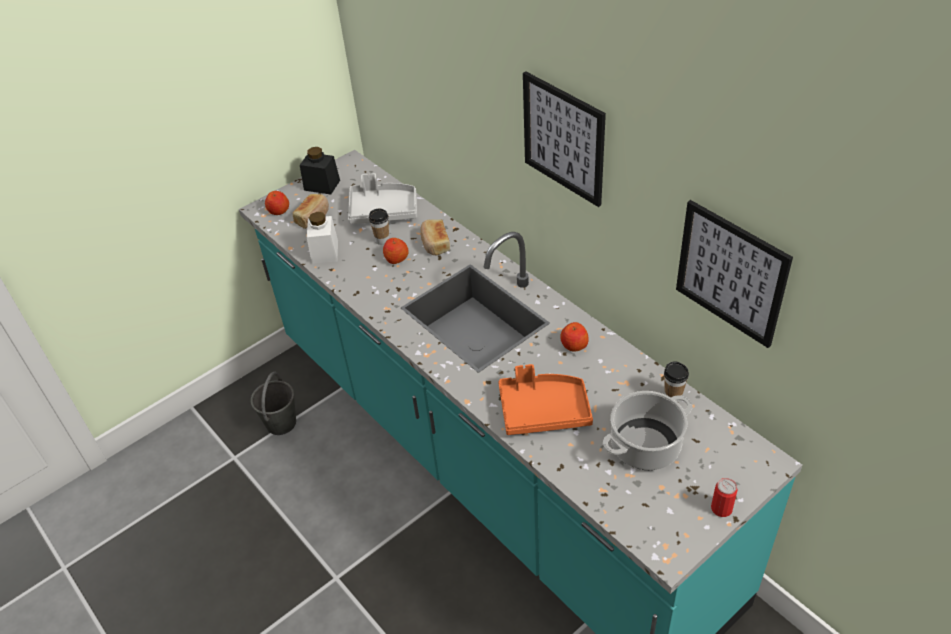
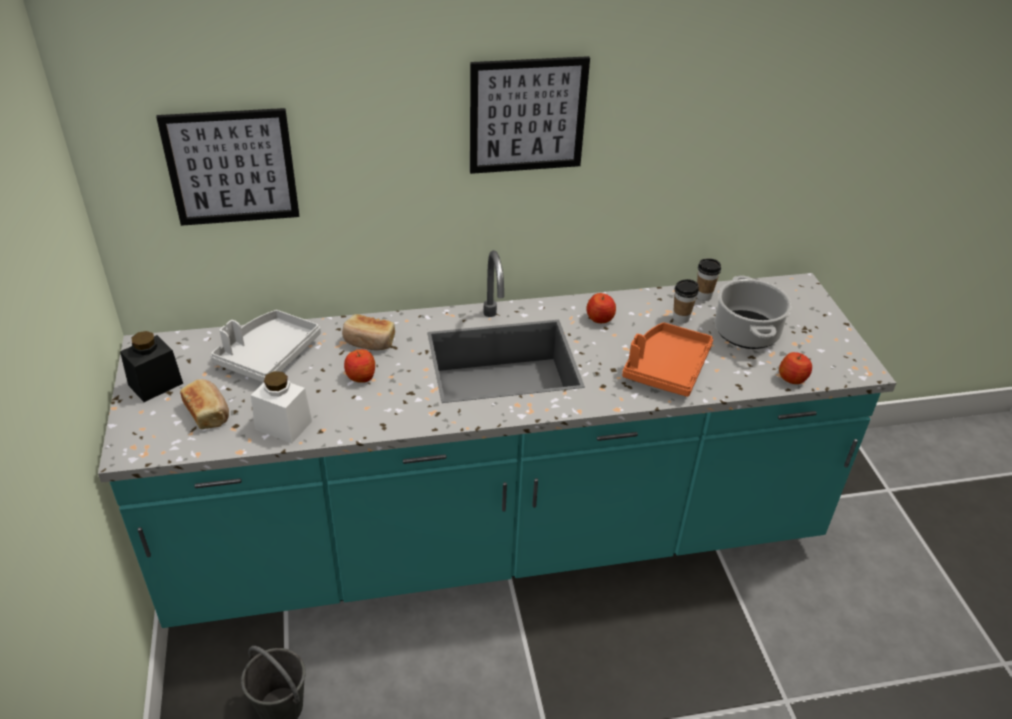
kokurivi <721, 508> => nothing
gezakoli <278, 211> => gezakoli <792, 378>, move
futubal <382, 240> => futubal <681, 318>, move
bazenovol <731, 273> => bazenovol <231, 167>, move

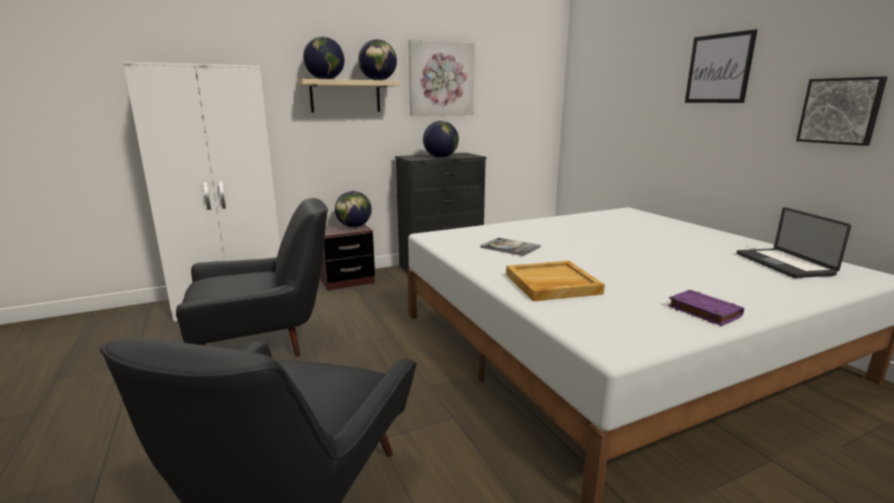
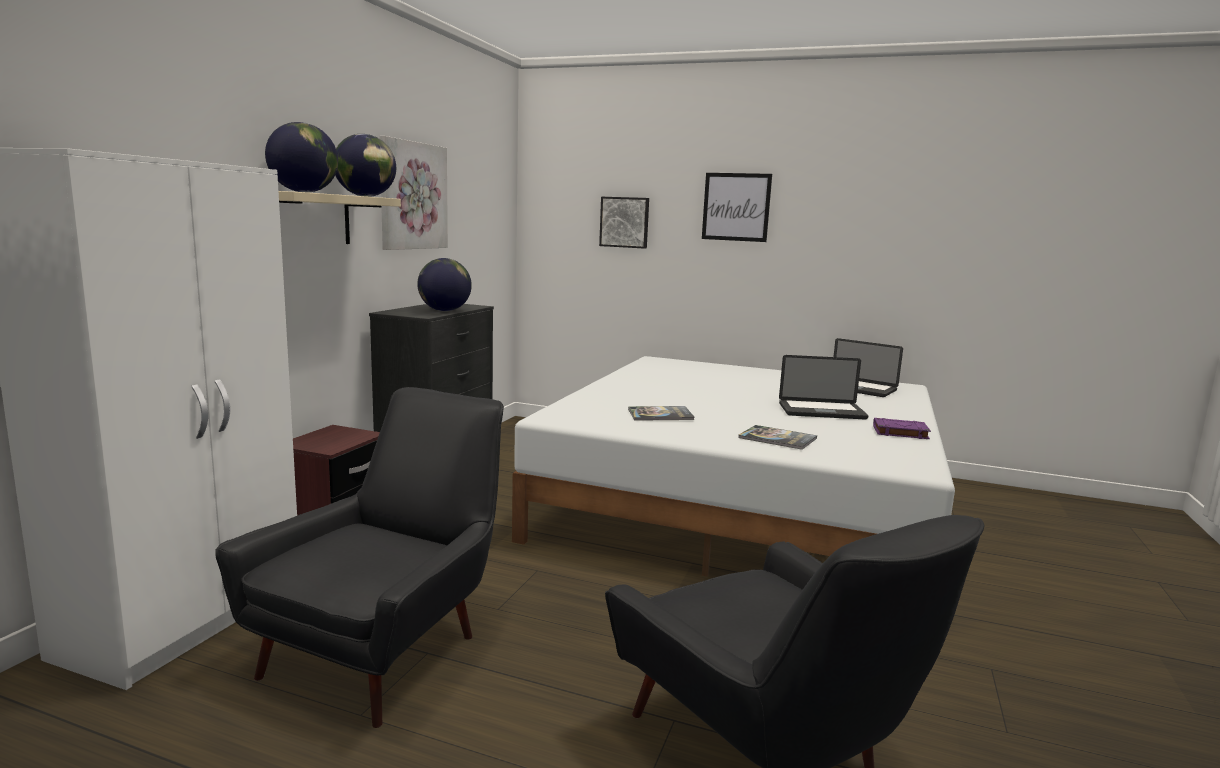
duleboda <354, 226> => nothing
nothing => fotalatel <821, 411>
bazenovol <840, 111> => bazenovol <624, 222>, move
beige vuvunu <551, 284> => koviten <777, 438>

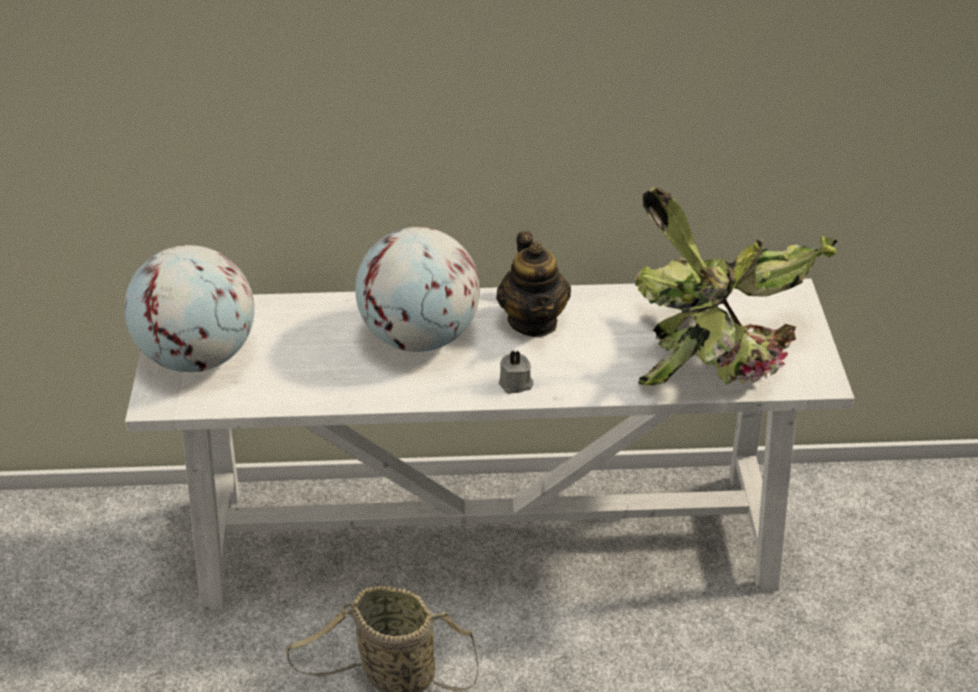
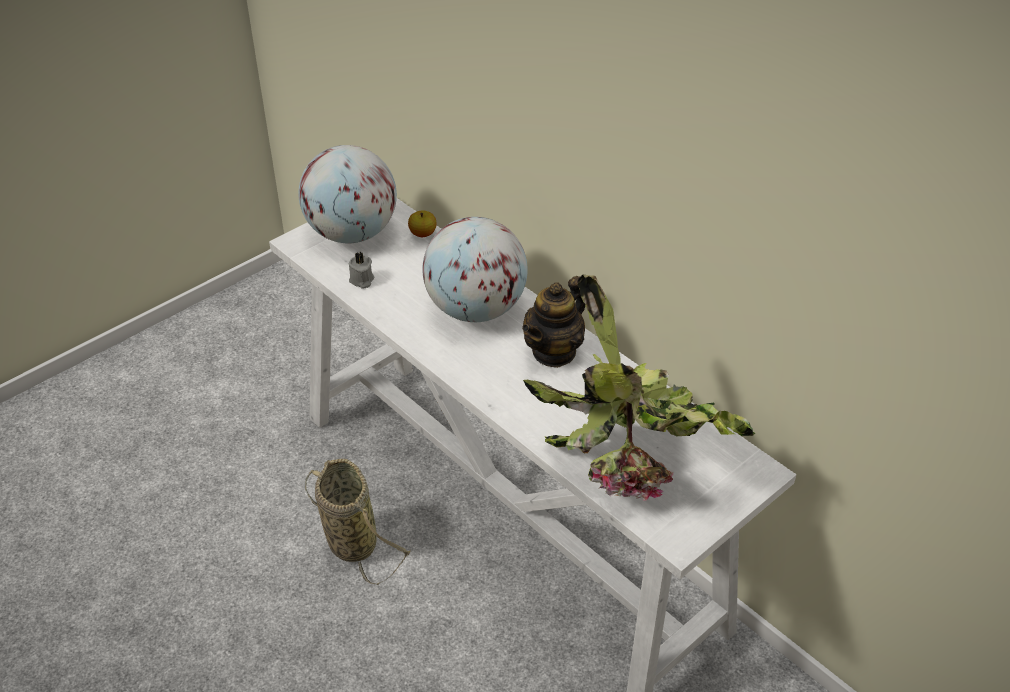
nothing => gezakoli <422, 234>
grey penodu <516, 384> => grey penodu <361, 280>, move

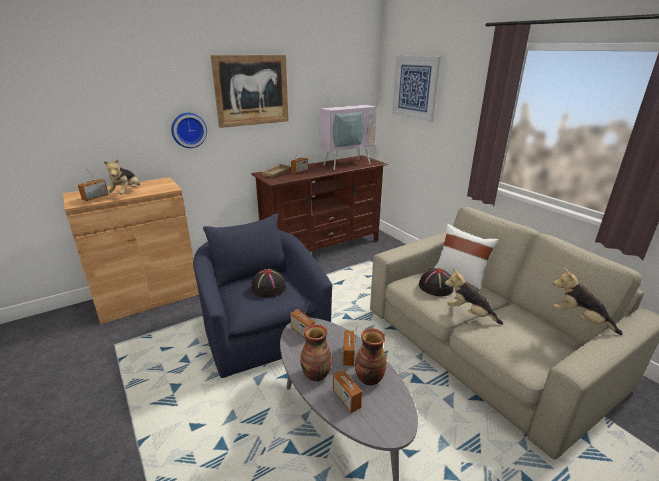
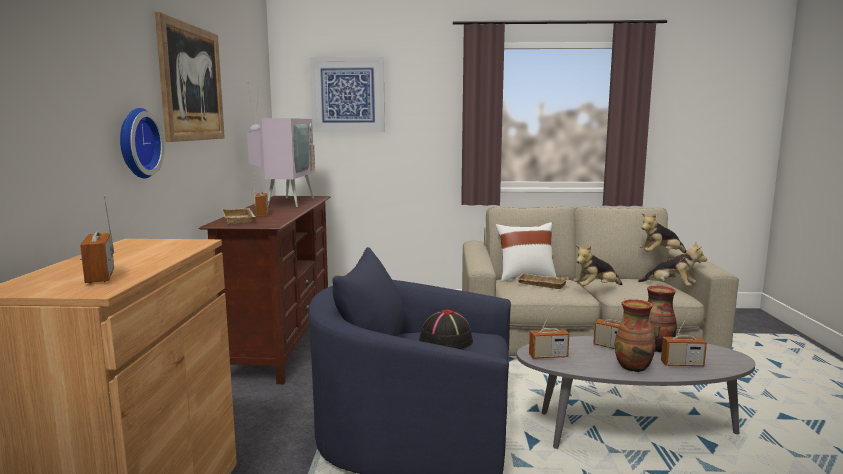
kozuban <126, 193> => kozuban <671, 287>, move
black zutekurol <435, 287> => beige vuvunu <540, 284>

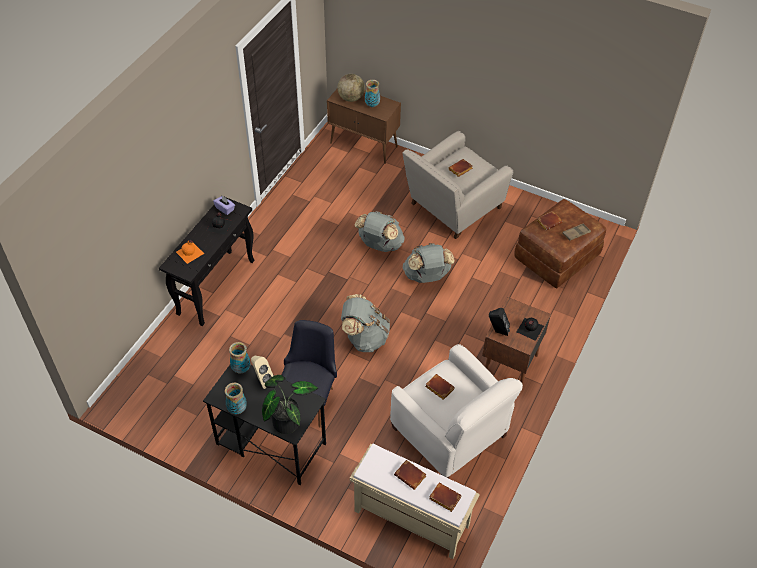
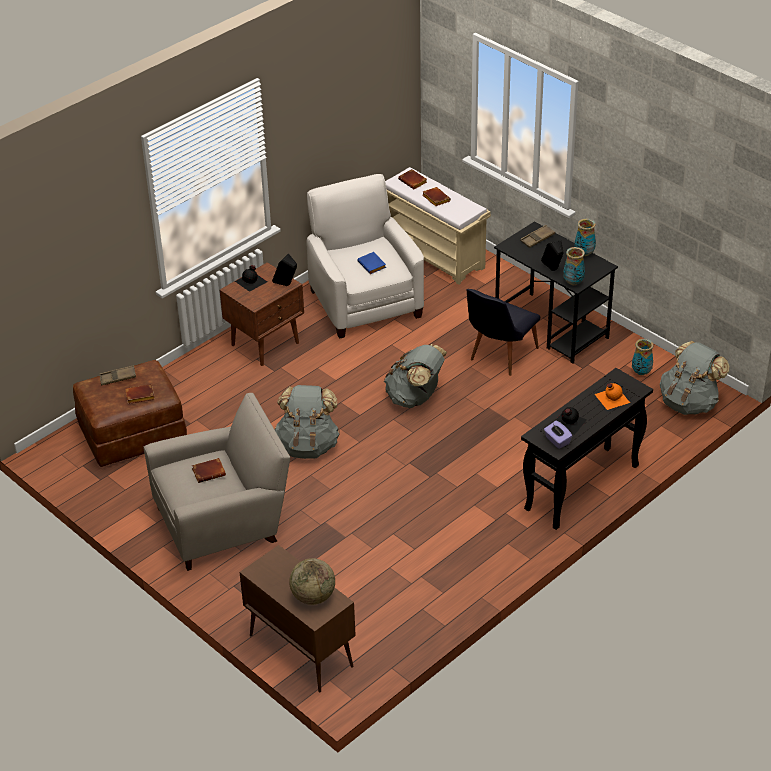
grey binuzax <380, 245> => grey binuzax <689, 402>, move
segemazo <372, 105> => segemazo <641, 372>, move
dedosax <286, 419> => brown vuvunu <537, 238>
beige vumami <262, 380> => black vumami <553, 270>
brown koviten <438, 388> => blue koviten <373, 265>

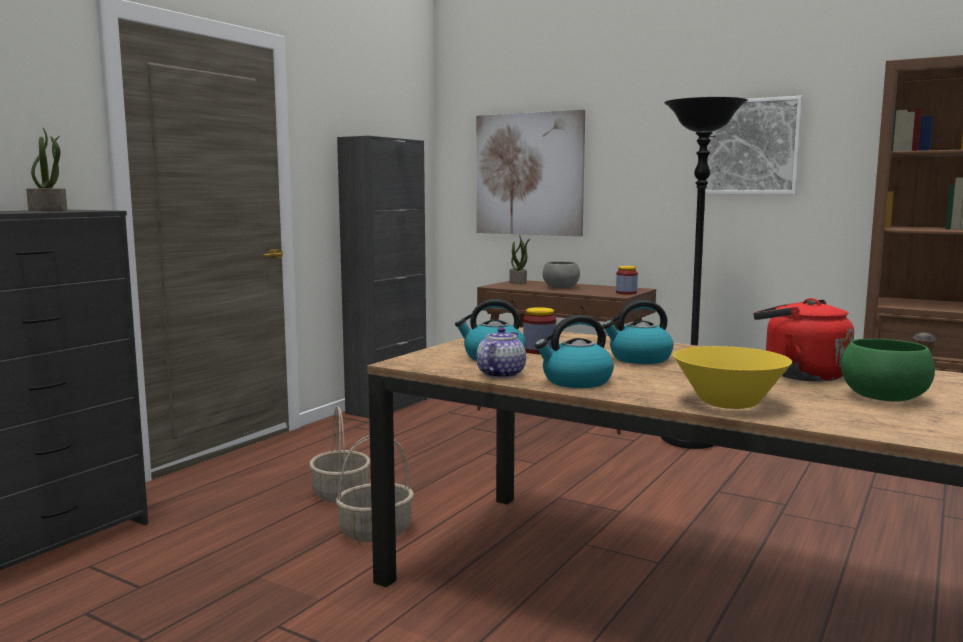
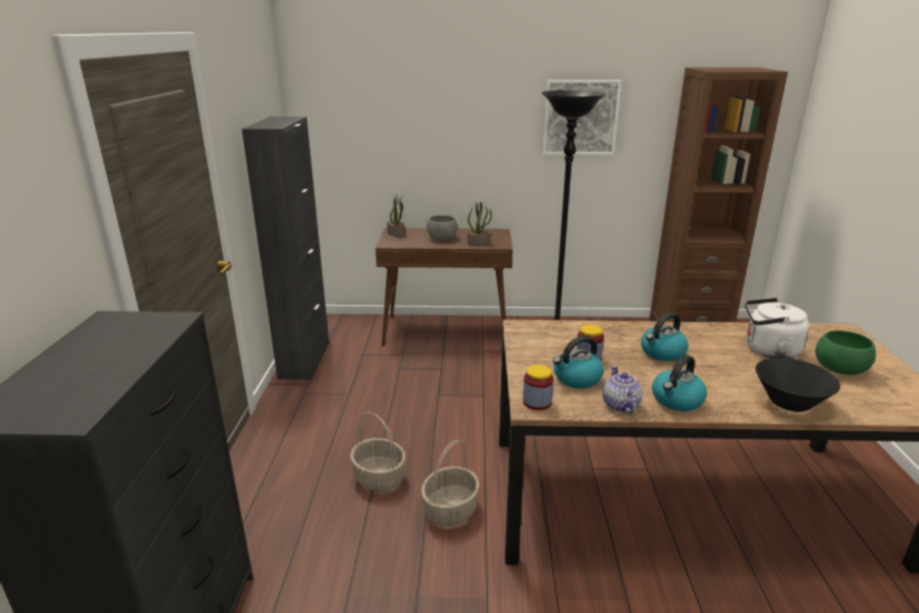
bazenovol <529, 174> => nothing
dedosax <49, 210> => dedosax <479, 243>, move
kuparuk <626, 293> => kuparuk <537, 402>, move
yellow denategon <729, 403> => black denategon <789, 403>
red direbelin <799, 375> => white direbelin <768, 350>

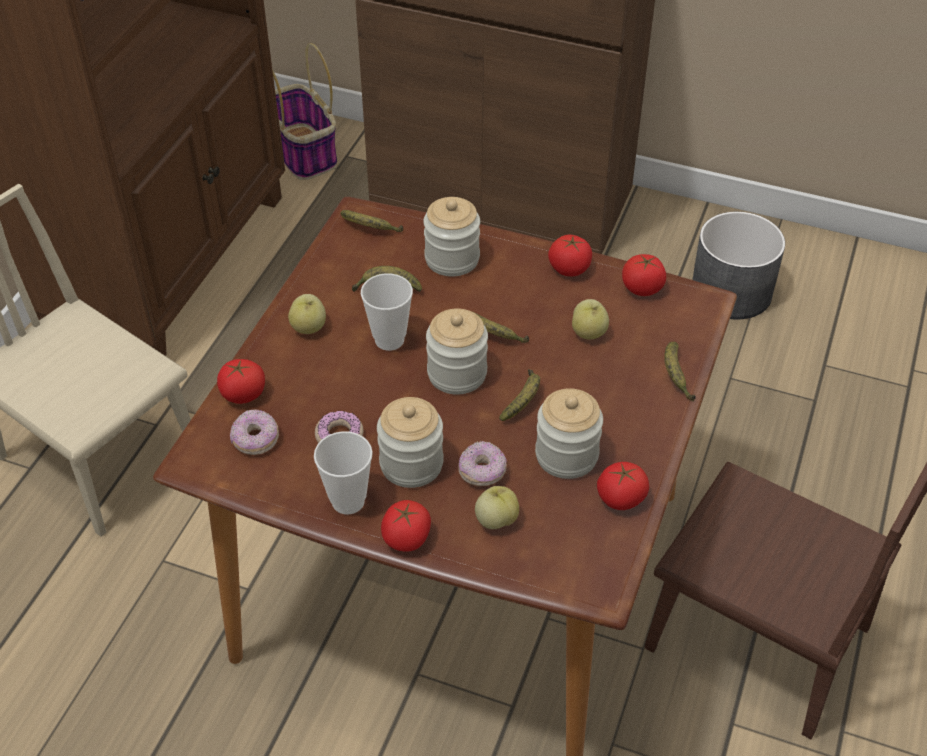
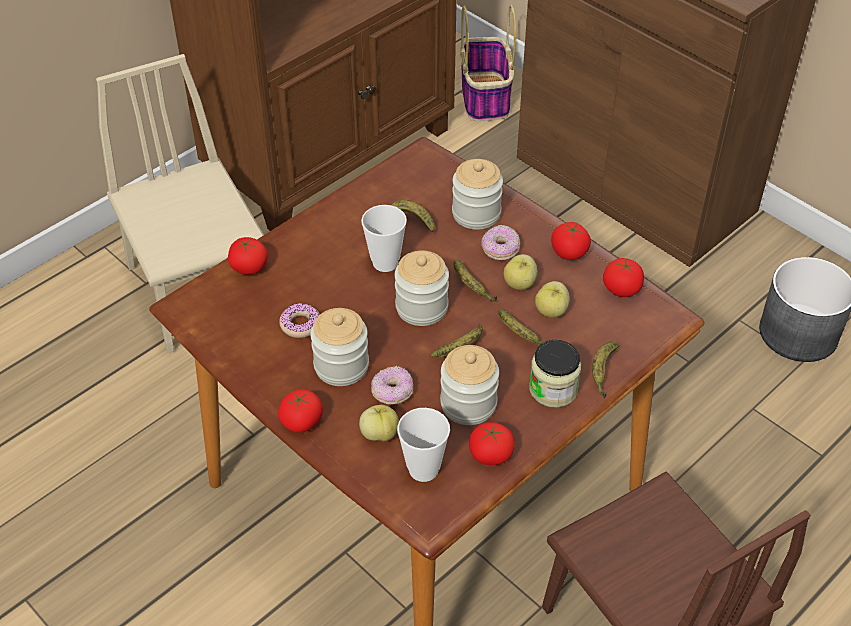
nothing => kuparuk <553, 389>
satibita <255, 440> => satibita <500, 249>, move
gezakoli <309, 327> => gezakoli <520, 284>, move
futubal <348, 501> => futubal <423, 469>, move
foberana <370, 229> => foberana <520, 335>, move

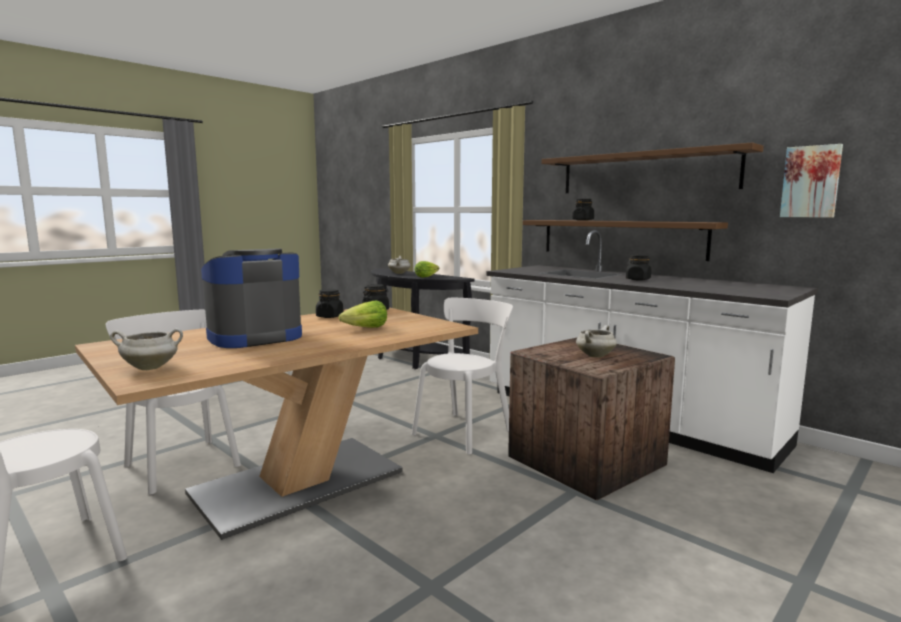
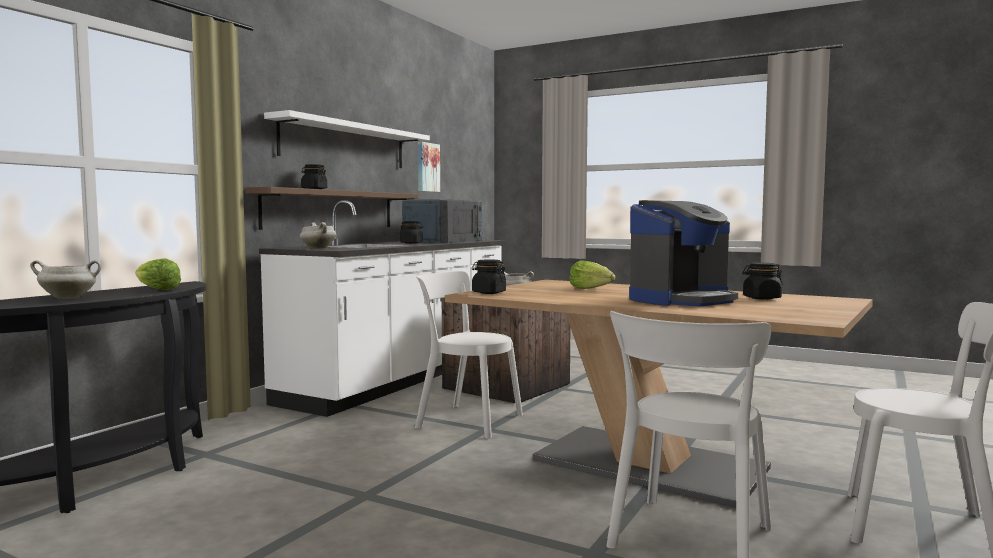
nothing => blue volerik <444, 241>
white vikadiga <151, 368> => white vikadiga <317, 248>, move
black kuparuk <330, 316> => black kuparuk <761, 298>, move
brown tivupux <645, 172> => white tivupux <345, 144>
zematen <254, 337> => zematen <681, 300>, 75 degrees counterclockwise

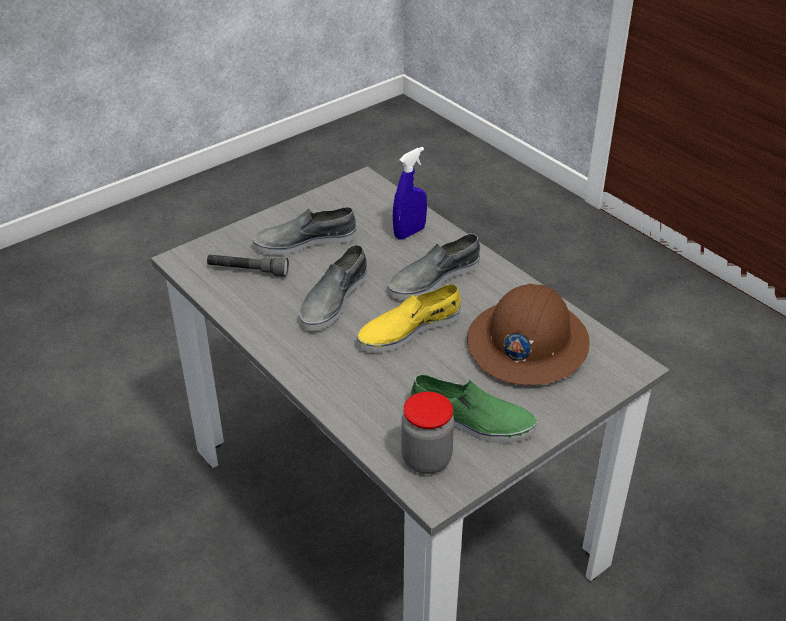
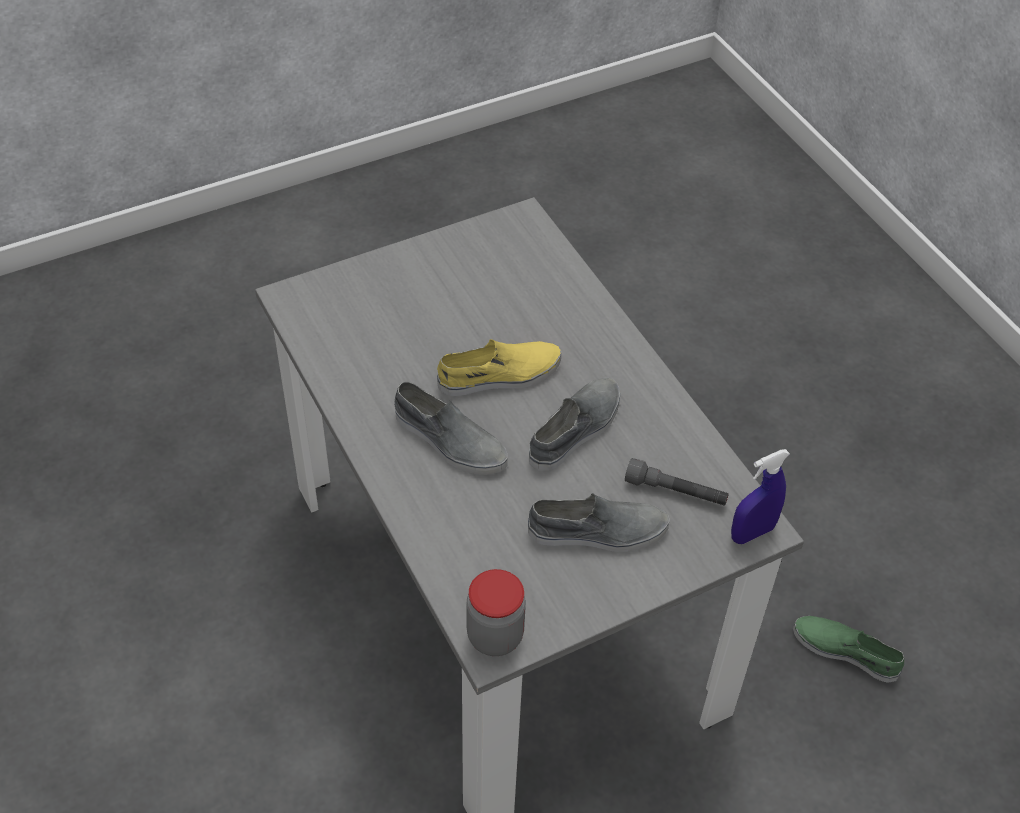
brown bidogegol <526, 344> => nothing
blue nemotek <409, 233> => blue nemotek <752, 533>, move
kuparuk <426, 459> => kuparuk <495, 636>, move
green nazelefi <471, 420> => green nazelefi <845, 651>, move
grey nazelefi <433, 278> => grey nazelefi <449, 440>, 60 degrees clockwise

